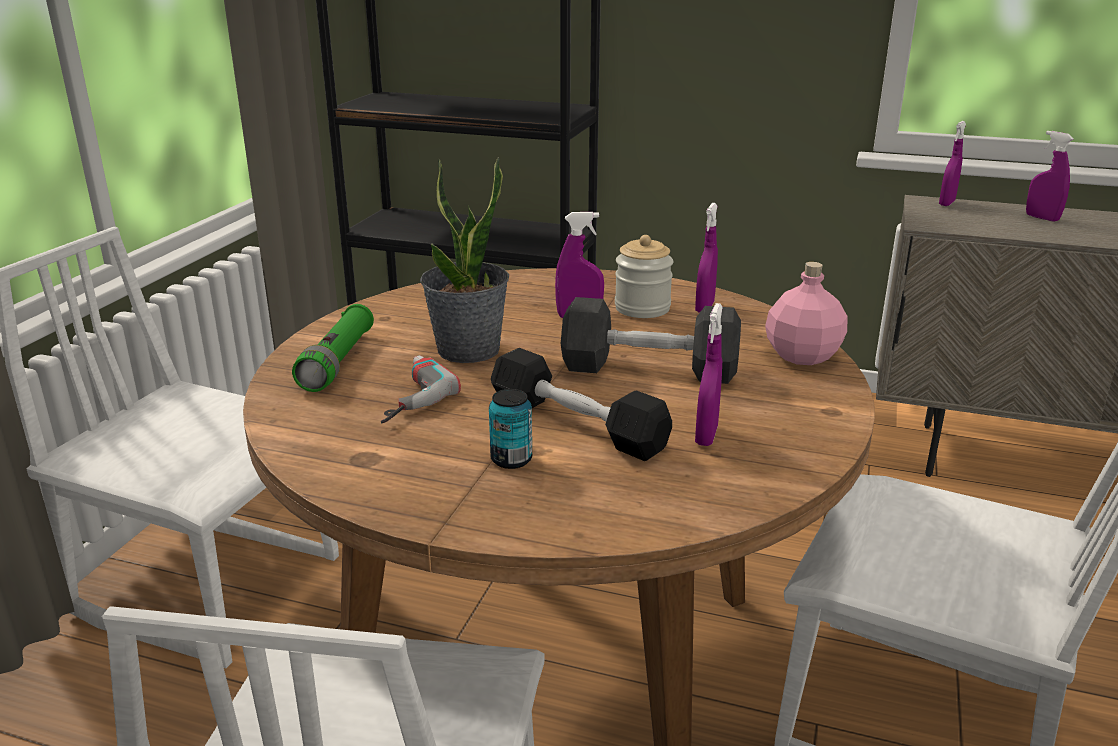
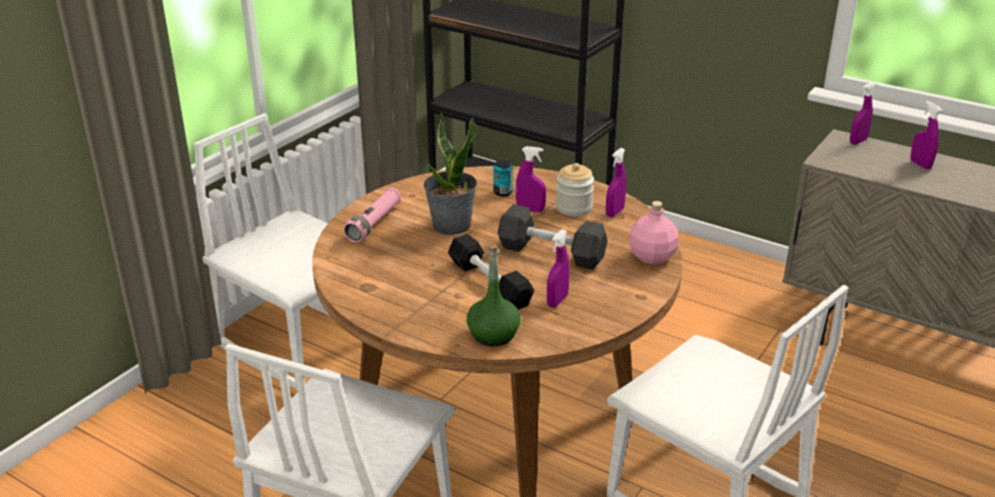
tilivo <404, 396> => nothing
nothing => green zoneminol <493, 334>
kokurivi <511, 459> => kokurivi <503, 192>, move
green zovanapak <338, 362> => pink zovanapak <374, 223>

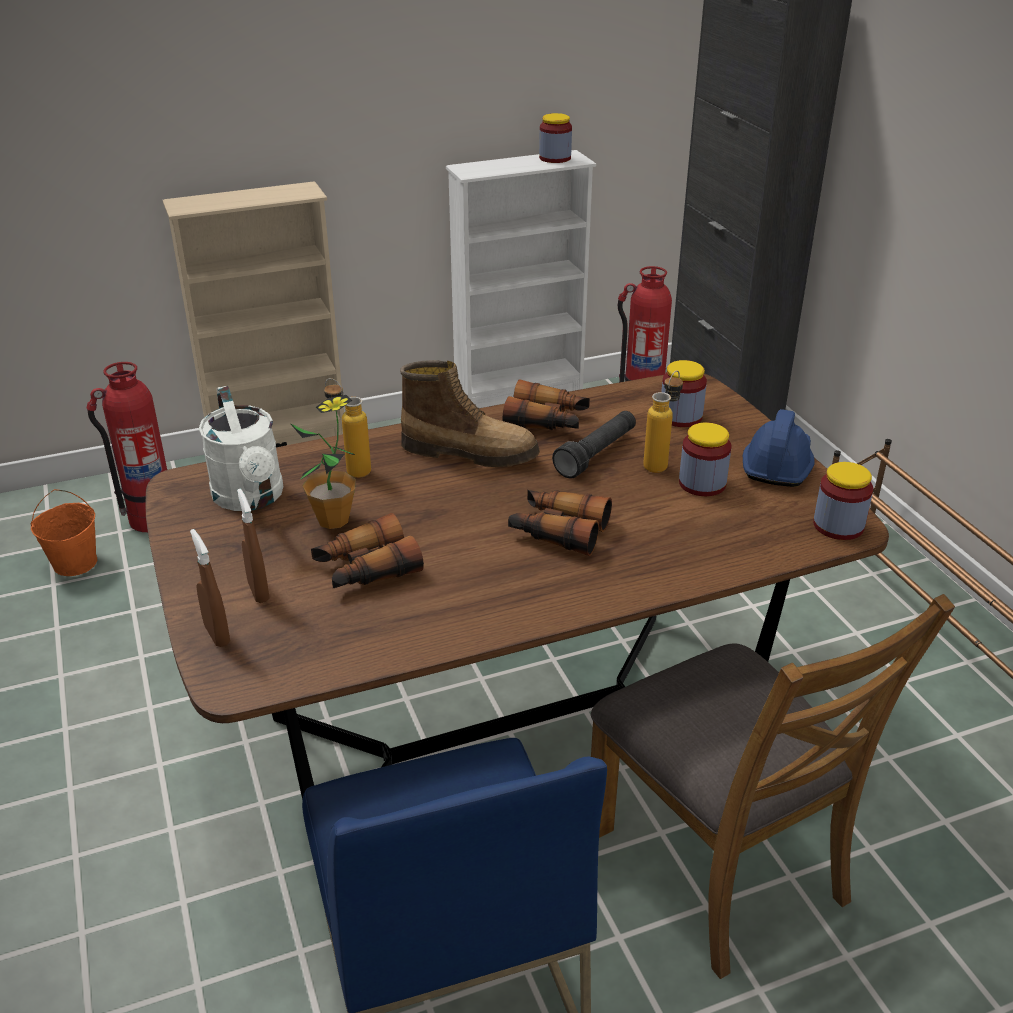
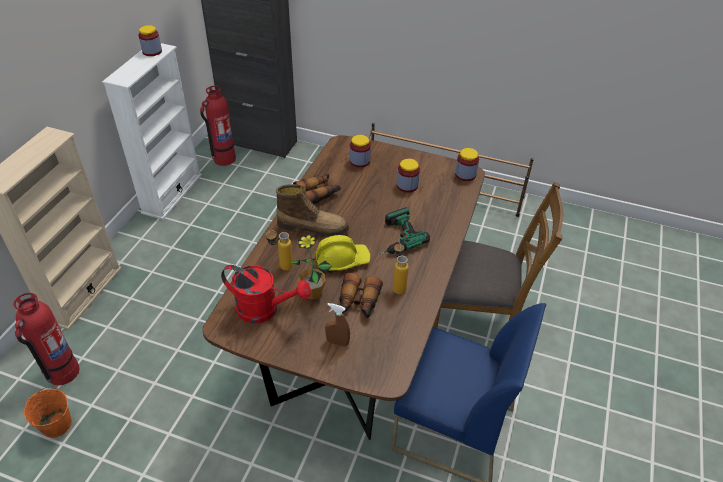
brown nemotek <217, 635> => nothing
black zovanapak <596, 454> => nothing
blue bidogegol <777, 464> => nothing
nothing => yellow bidogegol <342, 260>
zoneminol <660, 463> => zoneminol <398, 285>, move
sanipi <558, 531> => tilivo <393, 238>
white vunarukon <251, 498> => red vunarukon <265, 310>
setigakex <470, 452> => setigakex <313, 227>, 45 degrees clockwise

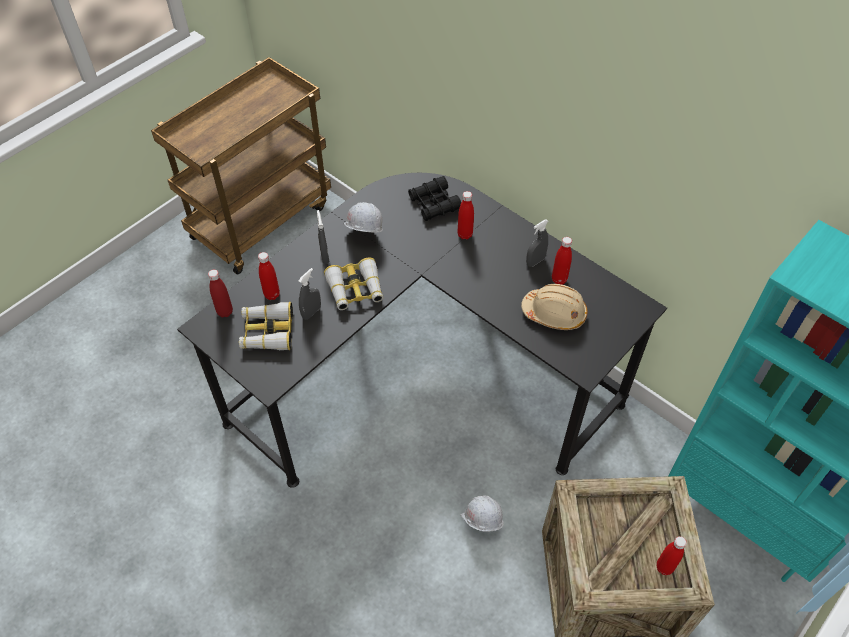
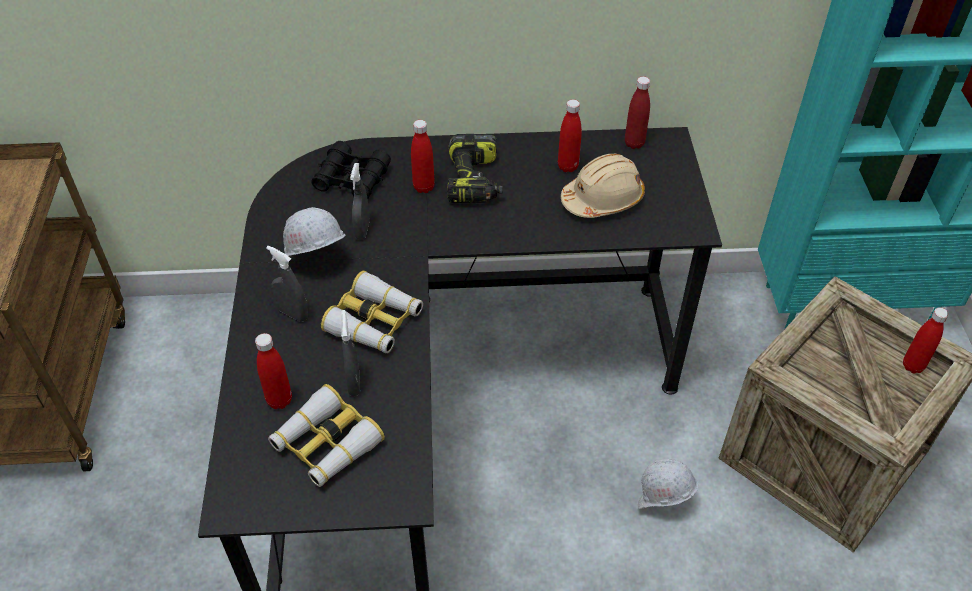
nothing => tilivo <475, 181>
red zoneminol <225, 312> => red zoneminol <634, 143>, move
grey nemotek <535, 261> => grey nemotek <362, 230>, move

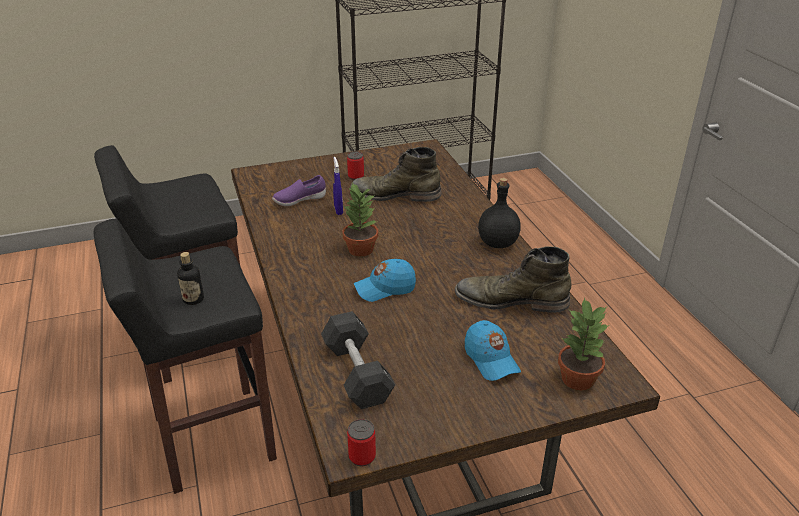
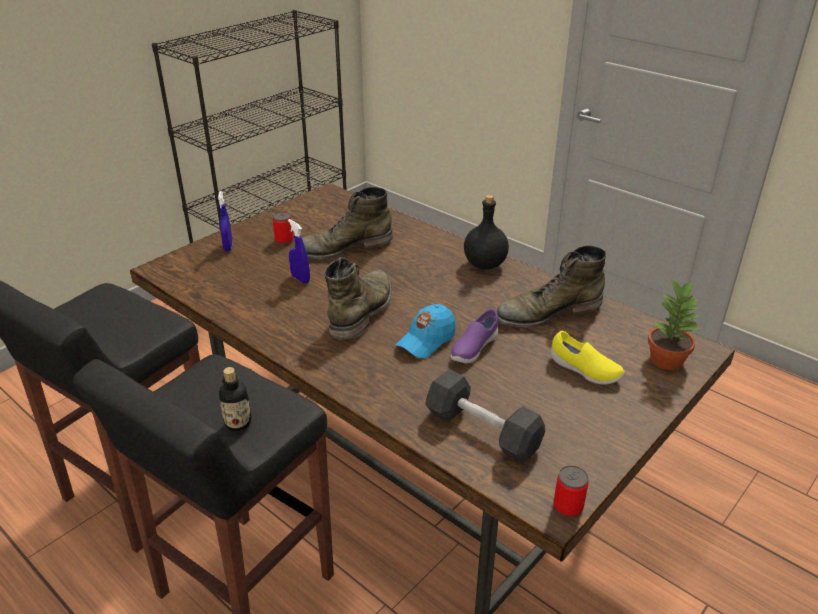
nothing => blue nemotek <228, 247>
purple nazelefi <299, 200> => purple nazelefi <473, 349>, move
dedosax <360, 249> => green setigakex <362, 310>
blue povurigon <491, 359> => yellow nazelefi <584, 371>

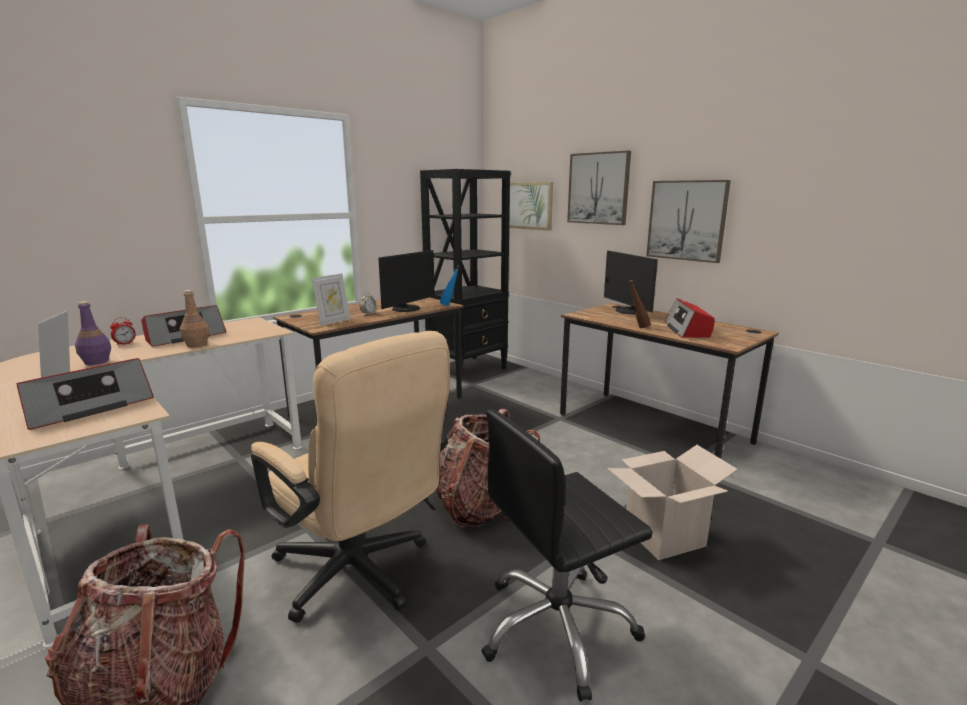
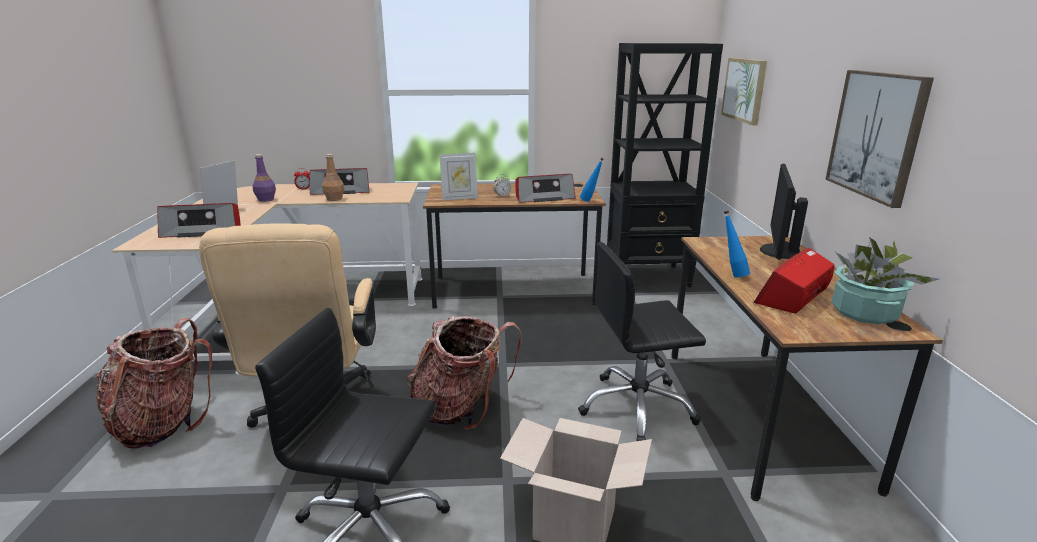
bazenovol <598, 188> => nothing
nothing => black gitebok <637, 408>
nothing => dedosax <864, 312>
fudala <407, 309> => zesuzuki <543, 197>
brown zoneminol <637, 327> => blue zoneminol <731, 275>

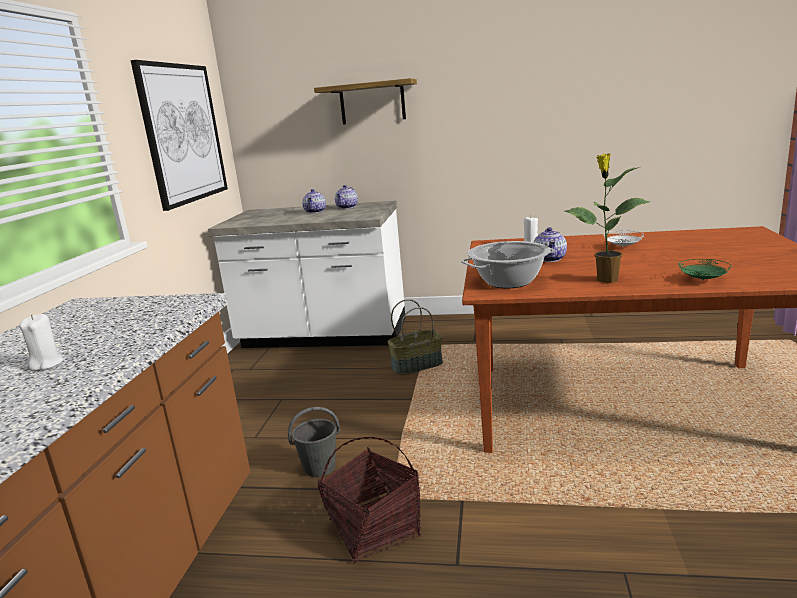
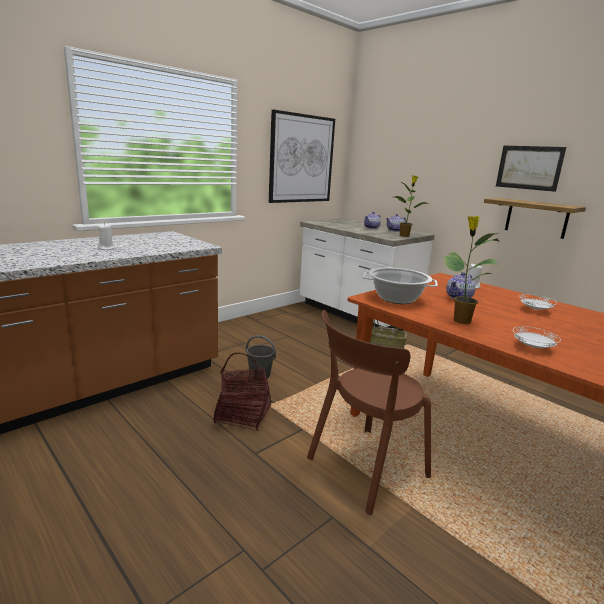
nothing => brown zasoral <363, 469>
nothing => dedosax <404, 236>
nothing => bazenovol <529, 167>
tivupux <372, 103> => tivupux <536, 218>, move
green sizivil <703, 280> => white sizivil <533, 347>

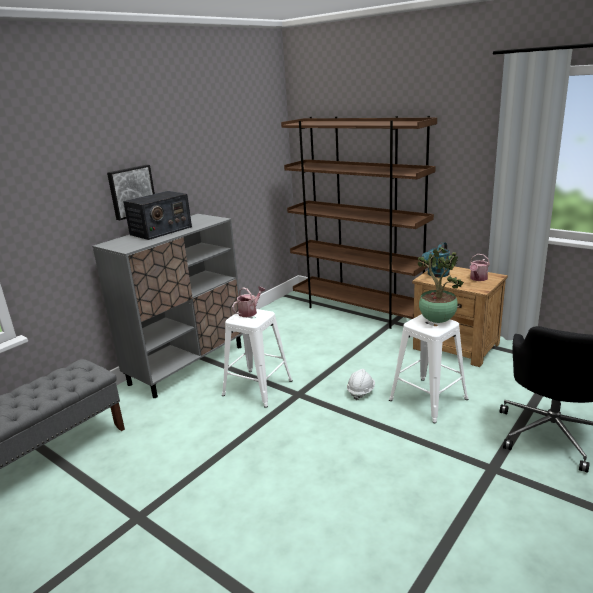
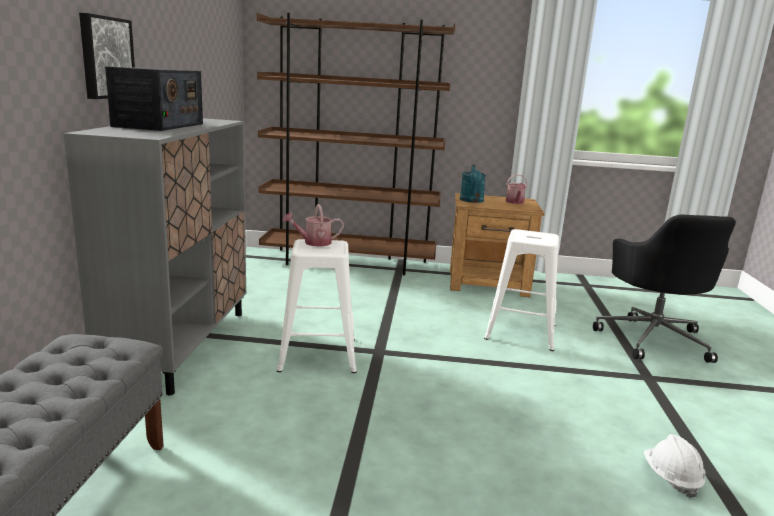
dedosax <436, 320> => nothing
white bidogegol <361, 391> => white bidogegol <671, 478>, move
vunarukon <249, 312> => vunarukon <313, 243>, 120 degrees counterclockwise

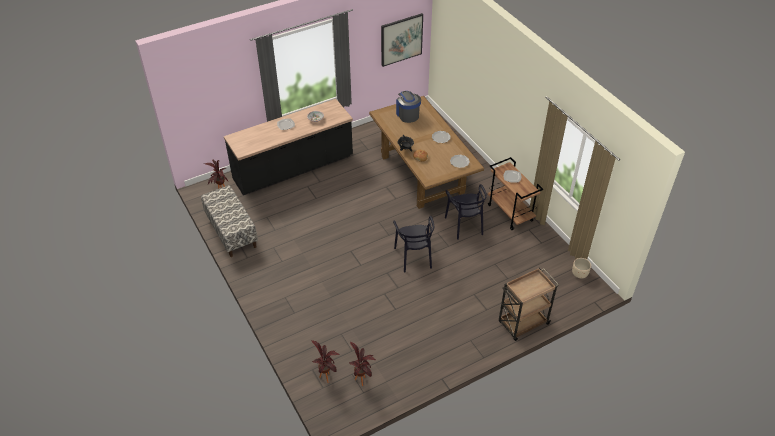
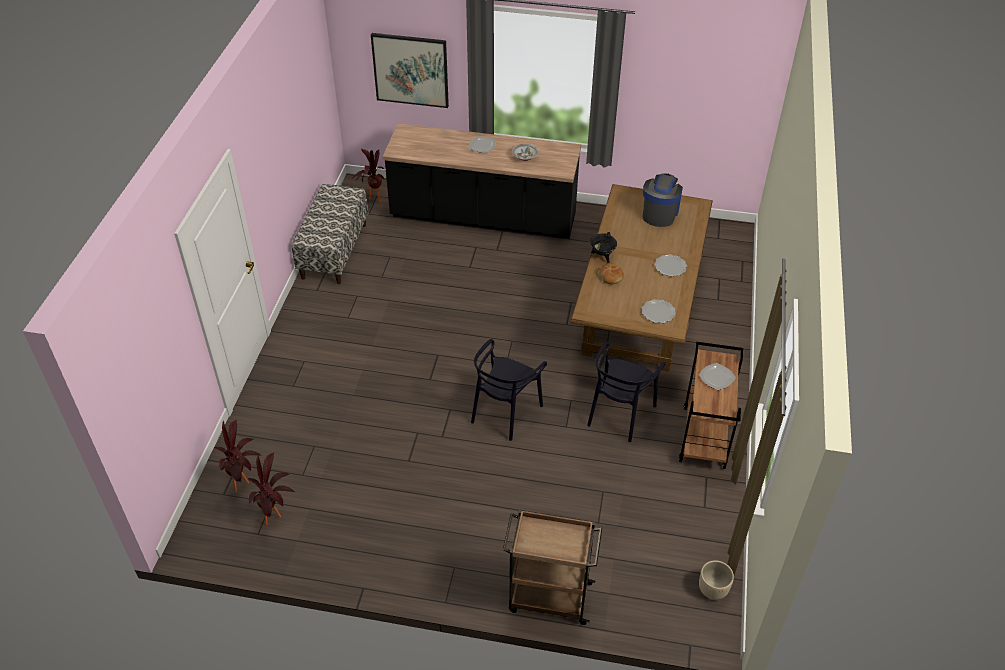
bazenovol <401, 39> => bazenovol <411, 70>, move

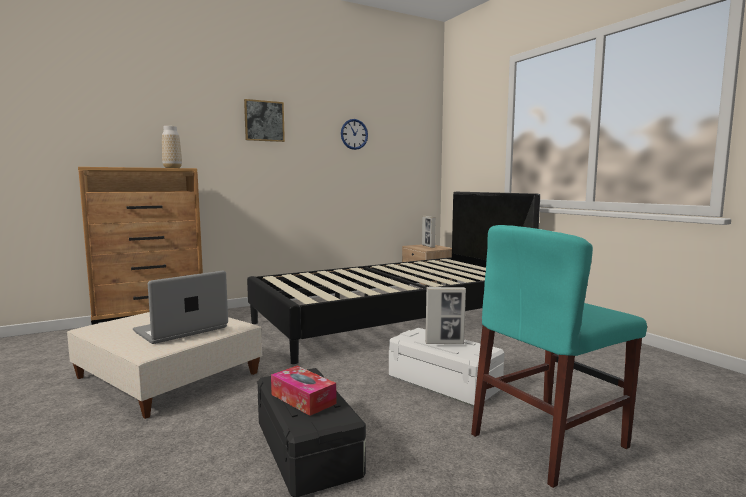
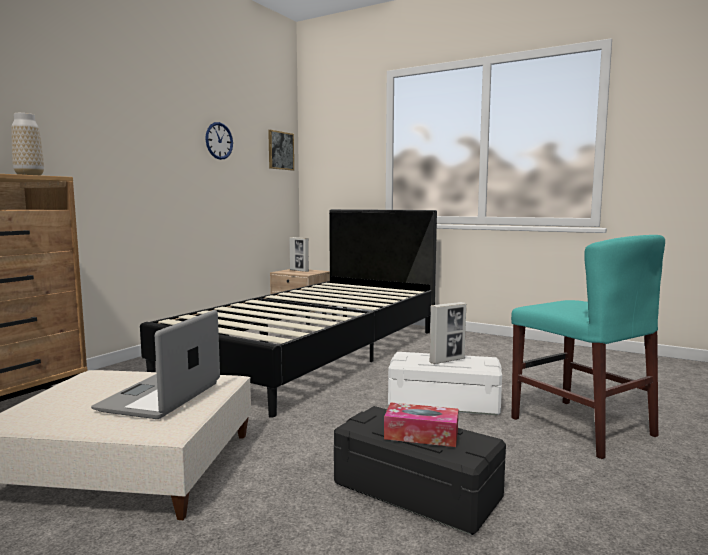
bazenovol <264, 121> => bazenovol <280, 150>, move
turquoise zasoral <549, 440> => turquoise zasoral <581, 426>, 60 degrees counterclockwise

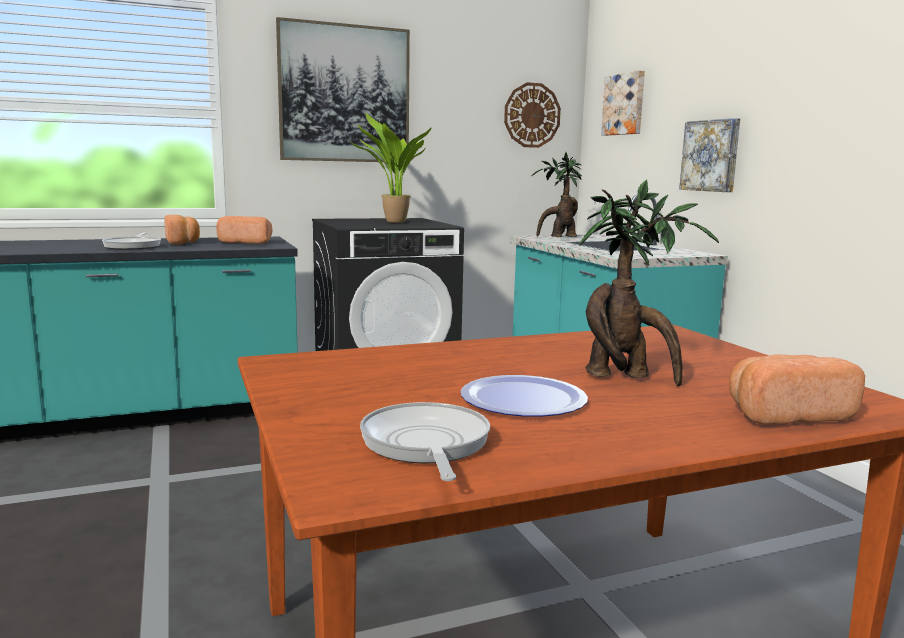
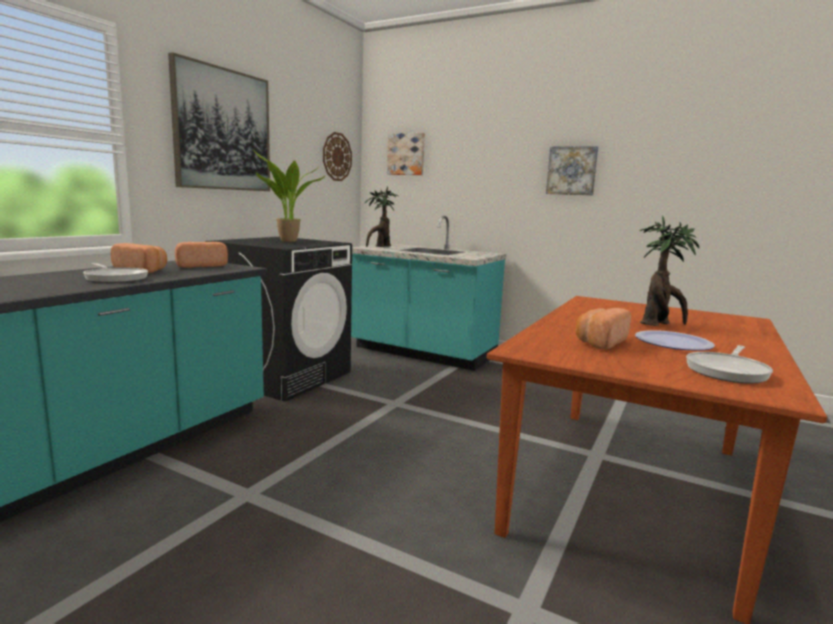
bazenovol <711, 156> => bazenovol <572, 171>, move
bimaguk <785, 414> => bimaguk <599, 342>, move
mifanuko <425, 445> => mifanuko <728, 371>, 90 degrees counterclockwise

